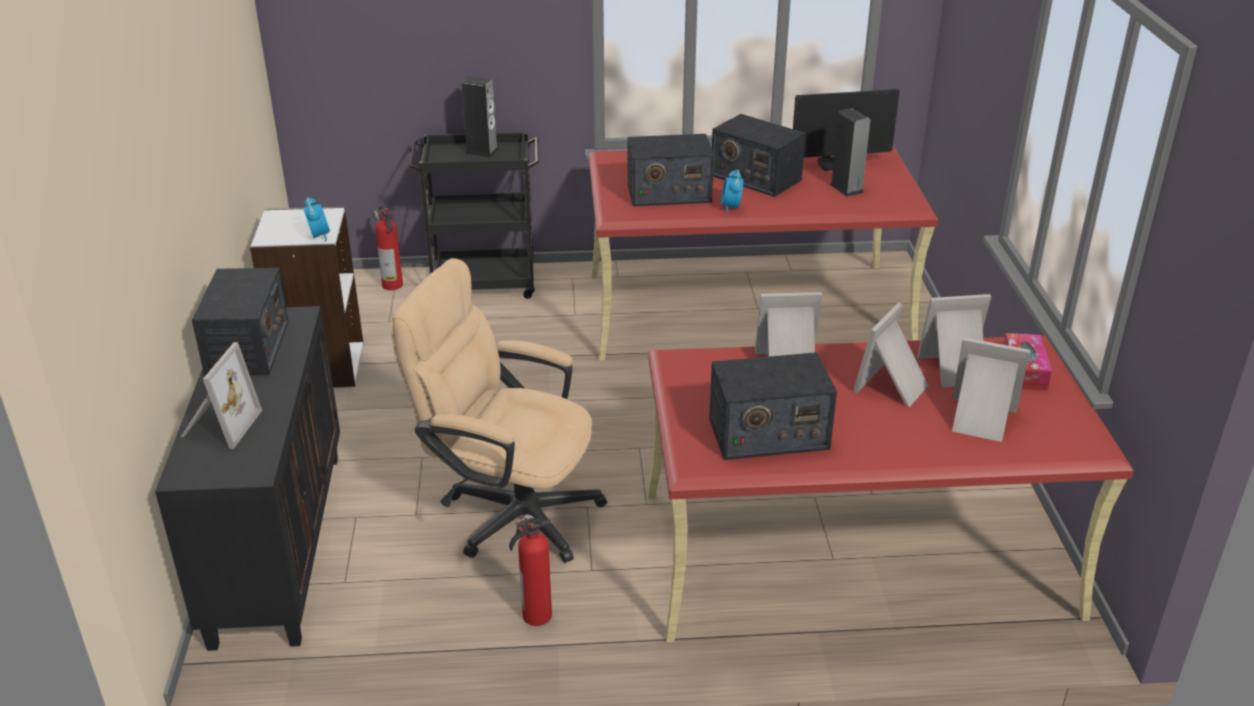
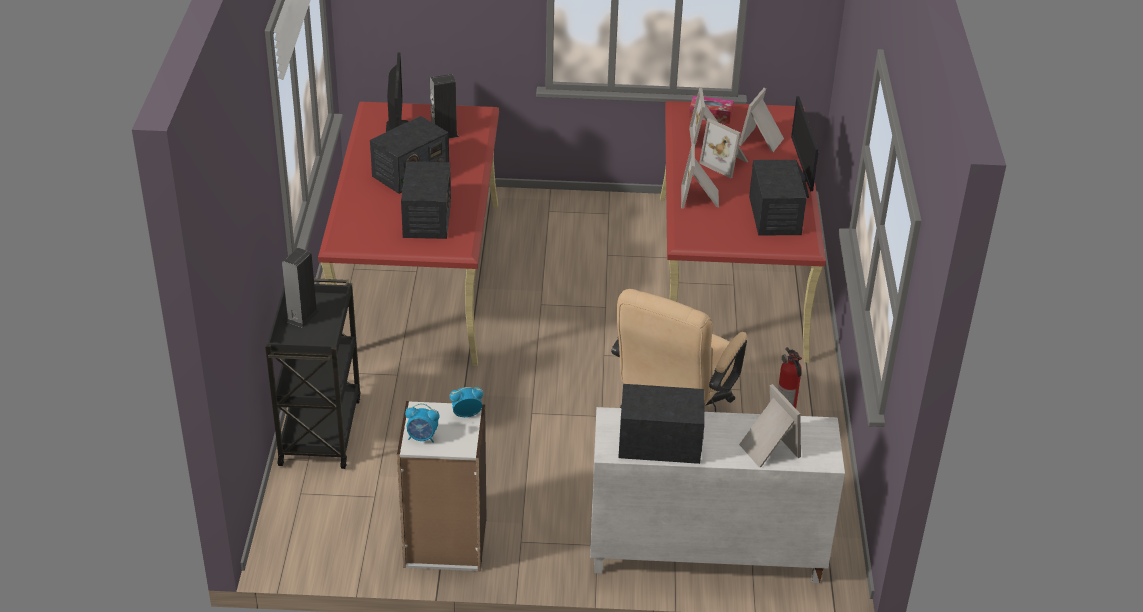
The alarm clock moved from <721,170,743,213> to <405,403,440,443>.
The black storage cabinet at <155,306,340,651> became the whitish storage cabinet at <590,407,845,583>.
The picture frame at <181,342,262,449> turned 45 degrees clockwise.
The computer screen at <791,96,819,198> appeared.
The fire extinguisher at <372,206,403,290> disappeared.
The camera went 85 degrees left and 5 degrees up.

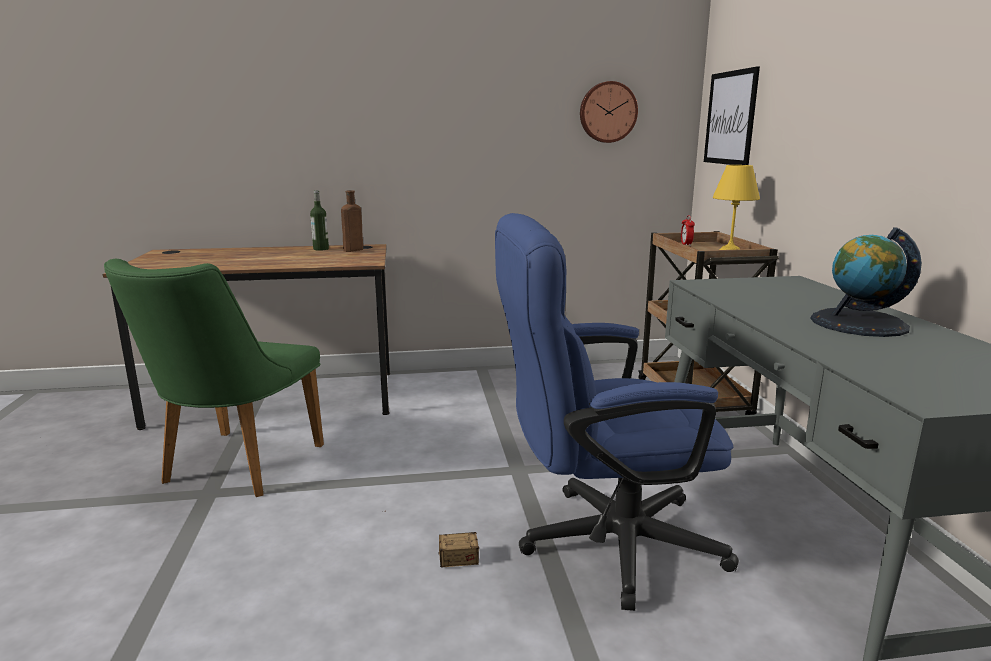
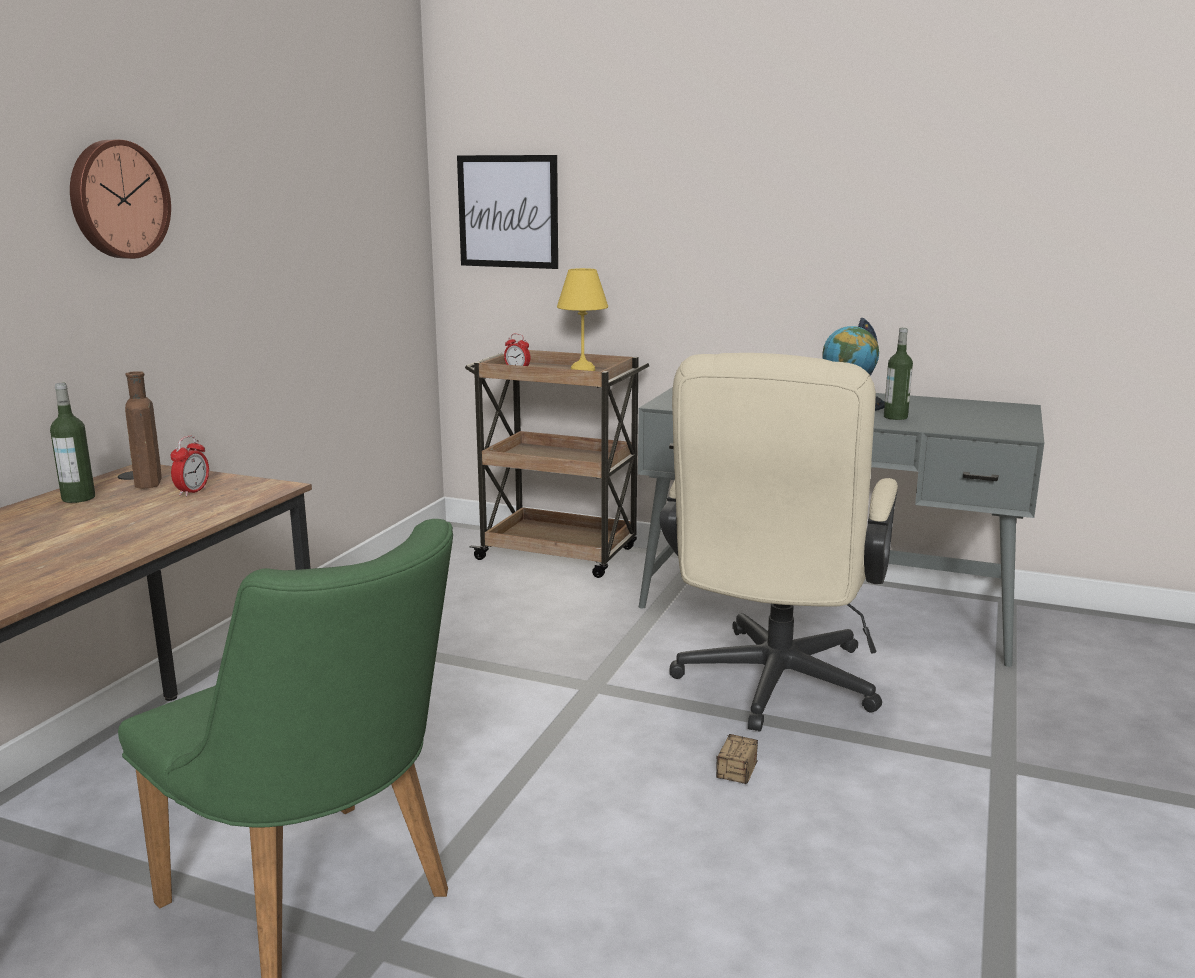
The wall clock moved from <580,81,638,143> to <70,140,171,259>.
The alarm clock at <171,436,209,496> appeared.
The blue-coloured desk chair at <495,213,739,611> became the beige-coloured desk chair at <659,353,898,732>.
The bottle at <884,328,913,420> appeared.
The camera went 60 degrees left and 0 degrees up.

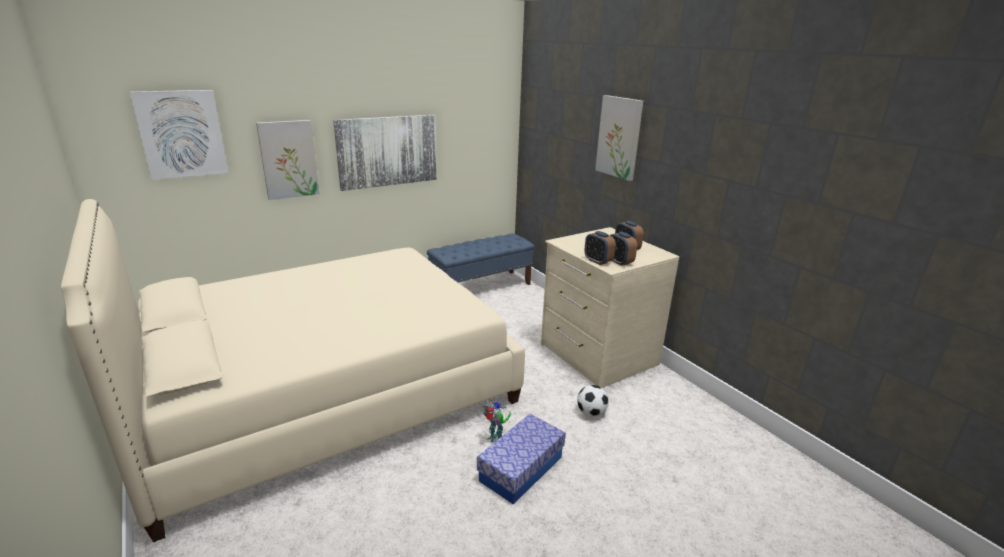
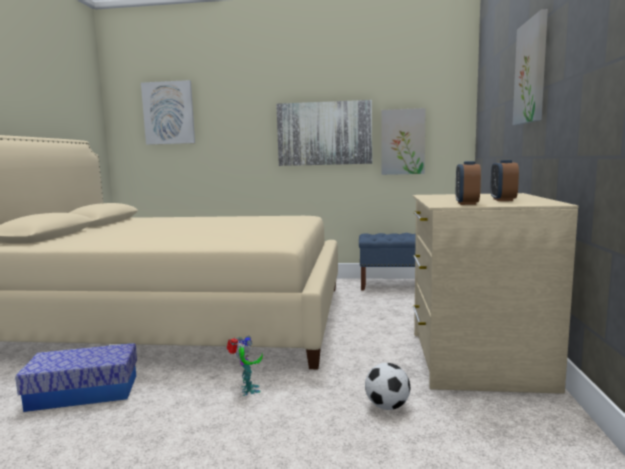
The storage bin moved from <477,414,566,505> to <15,343,137,412>.
The picture moved from <256,120,320,200> to <381,108,426,175>.
The alarm clock at <584,231,616,265> disappeared.
The camera went 40 degrees right and 15 degrees down.

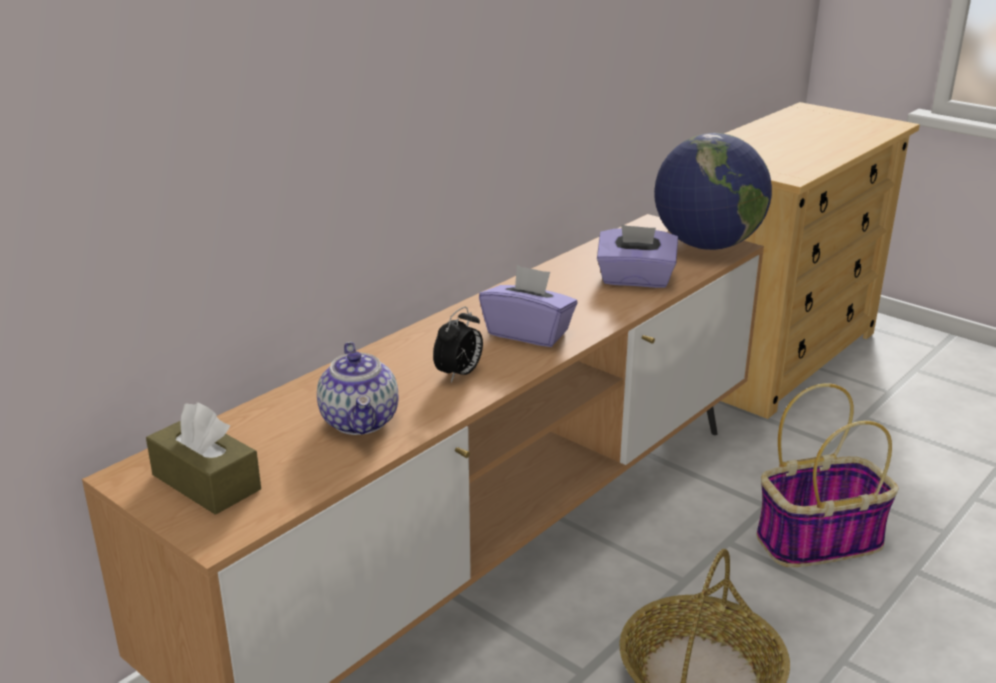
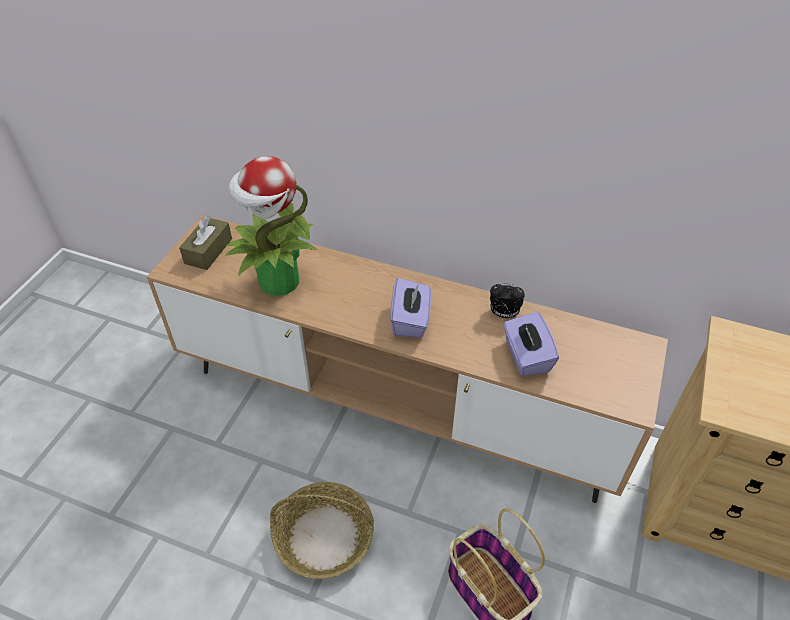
The pot for tea at <317,342,398,435> was replaced by the plant in a pot at <226,156,317,296>.
The alarm clock moved from <433,307,483,383> to <490,283,525,318>.
The desk globe at <654,133,772,250> disappeared.
The camera went 70 degrees right and 20 degrees up.

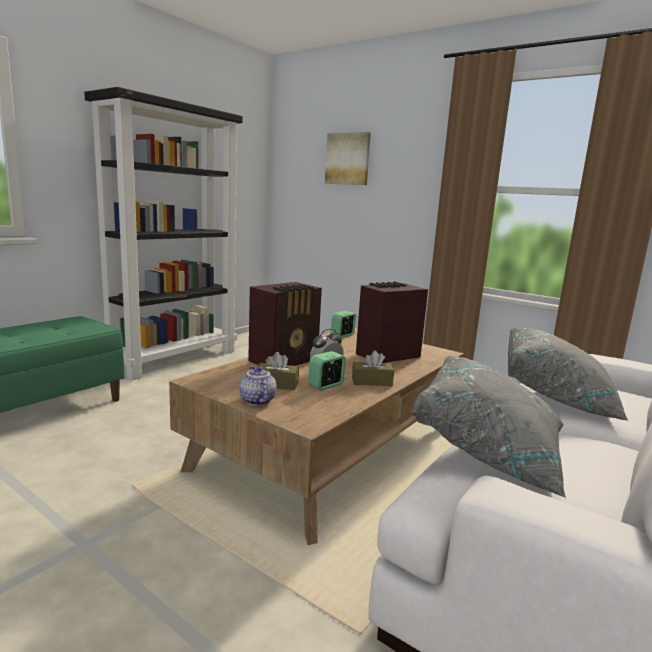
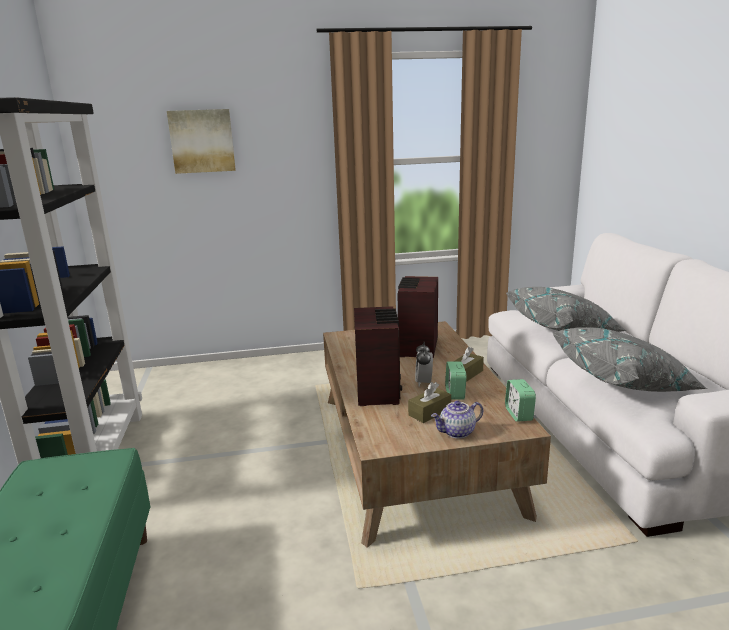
The pot for tea at <239,366,277,406> turned 45 degrees counterclockwise.
The alarm clock moved from <330,311,356,338> to <505,379,536,421>.
The camera went 45 degrees left and 5 degrees up.

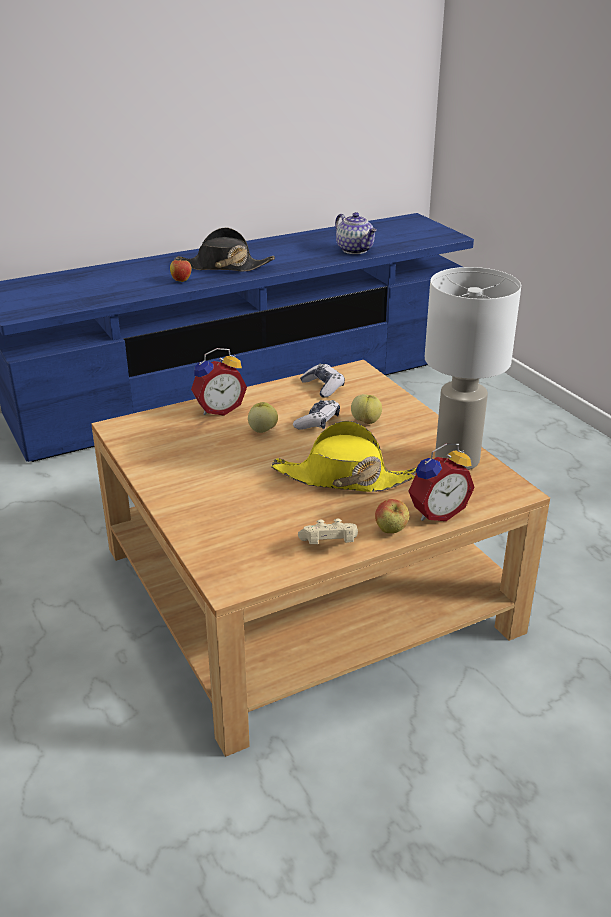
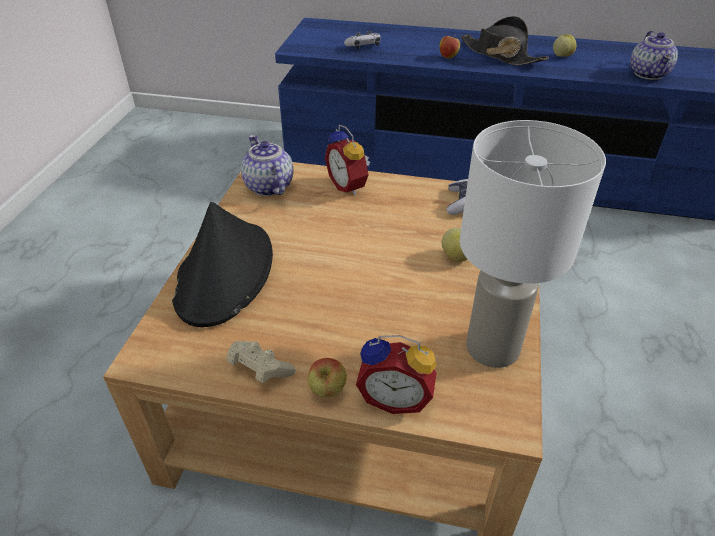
The black wearable hat at <172,202,273,327> appeared.
The pot for tea at <241,135,293,196> appeared.
The alarm clock at <191,348,247,416> turned 45 degrees clockwise.
The game controller moved from <293,400,340,430> to <344,31,381,49>.
The apple moved from <248,402,278,433> to <553,34,576,57>.
The yellow wearable hat at <271,421,417,492> disappeared.
The camera went 40 degrees right and 10 degrees up.

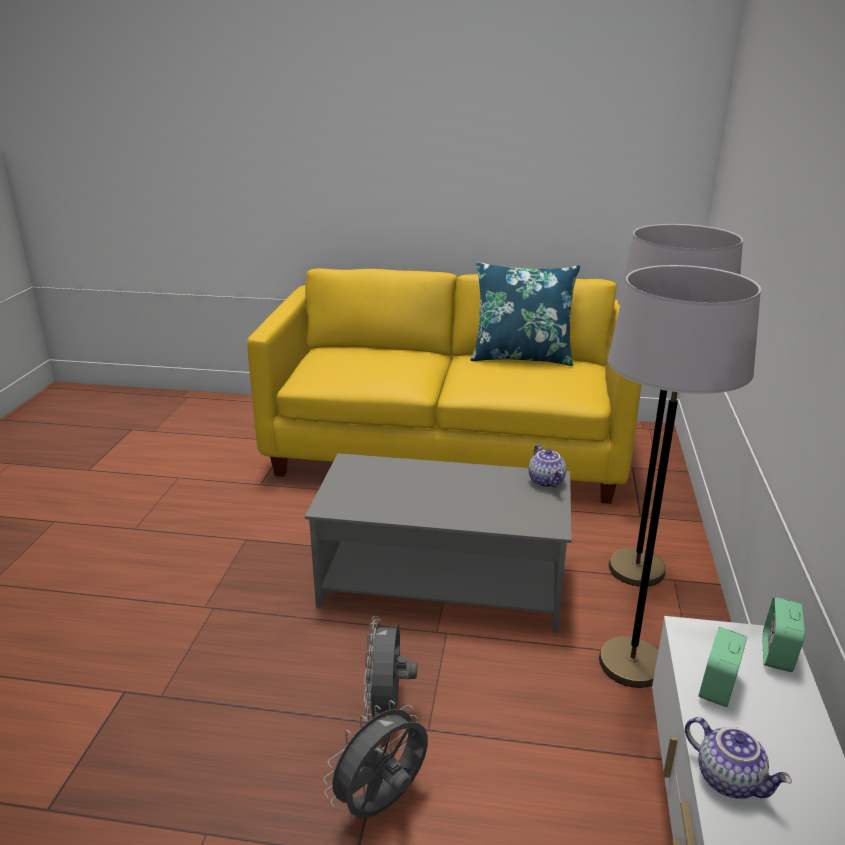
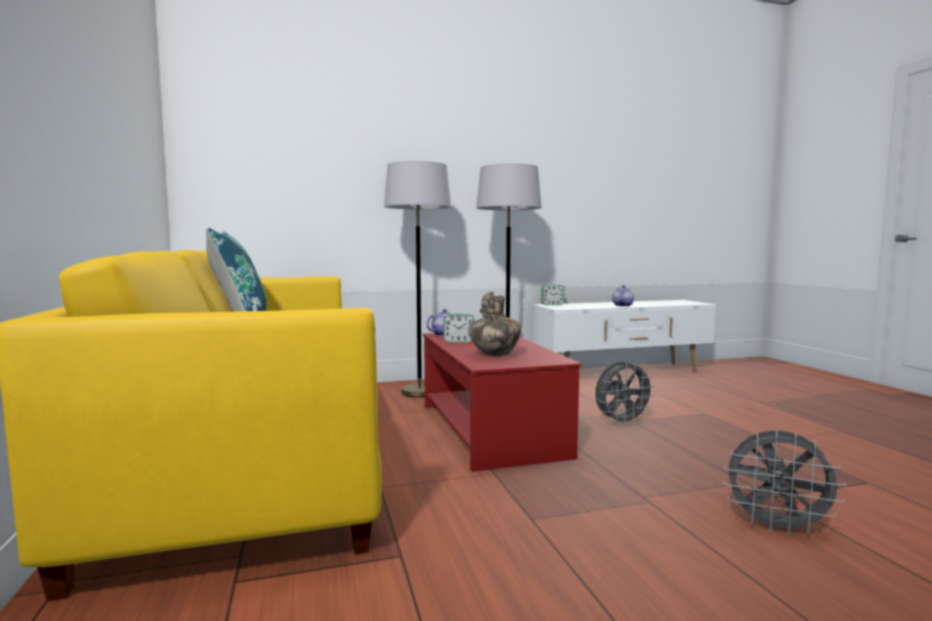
The gray coffee table at <305,453,572,633> became the red coffee table at <423,333,582,472>.
The alarm clock moved from <699,627,747,707> to <443,313,474,342>.
The flower vase at <468,292,521,356> appeared.
The gray electric fan moved from <323,700,428,818> to <723,430,846,536>.
The camera went 115 degrees left and 20 degrees down.

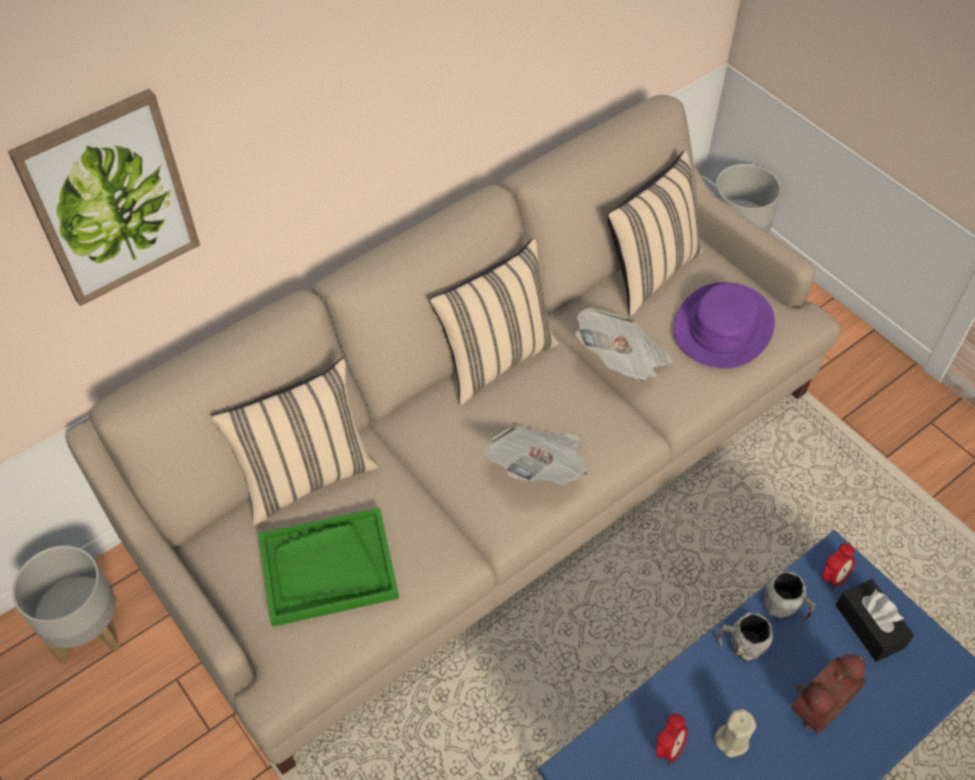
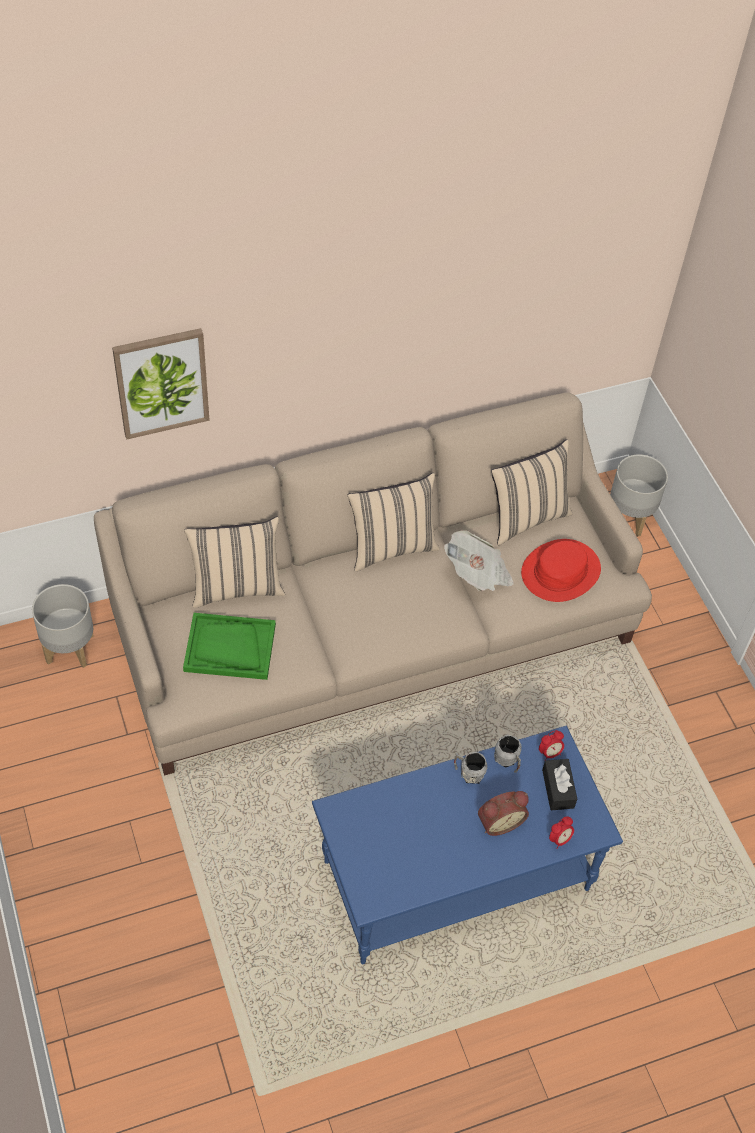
The purple wearable hat at <674,282,775,369> became the red wearable hat at <521,539,601,602>.
The alarm clock moved from <656,714,688,765> to <549,816,574,849>.
The printed paper at <484,425,587,485> disappeared.
The beige-coloured wax light at <714,709,756,757> disappeared.
The camera went 15 degrees right and 0 degrees up.

